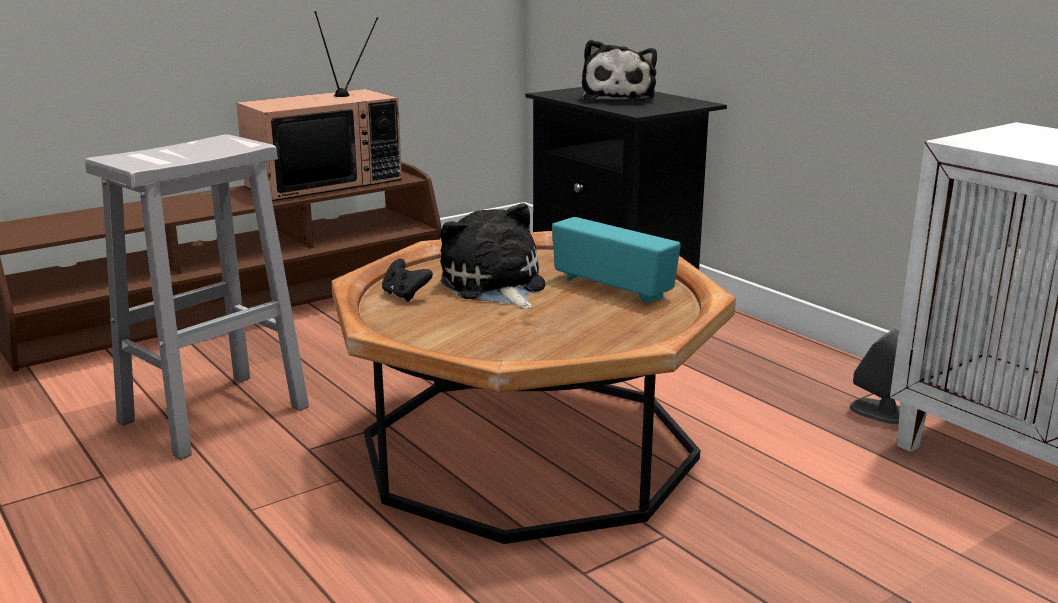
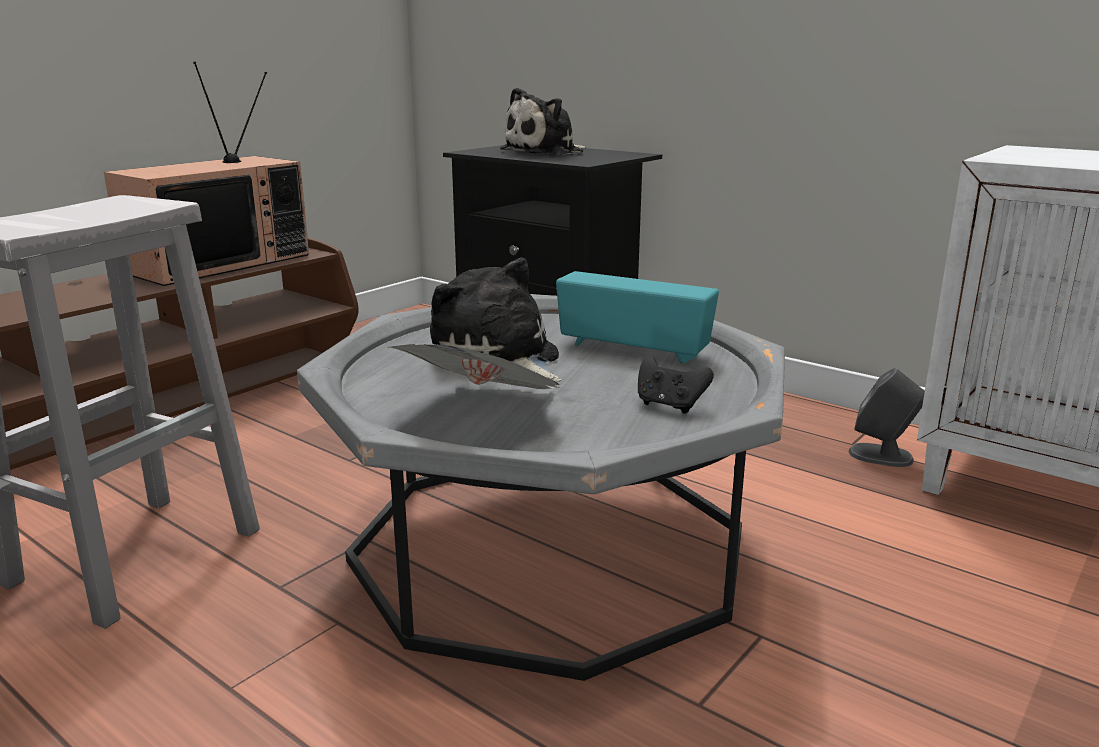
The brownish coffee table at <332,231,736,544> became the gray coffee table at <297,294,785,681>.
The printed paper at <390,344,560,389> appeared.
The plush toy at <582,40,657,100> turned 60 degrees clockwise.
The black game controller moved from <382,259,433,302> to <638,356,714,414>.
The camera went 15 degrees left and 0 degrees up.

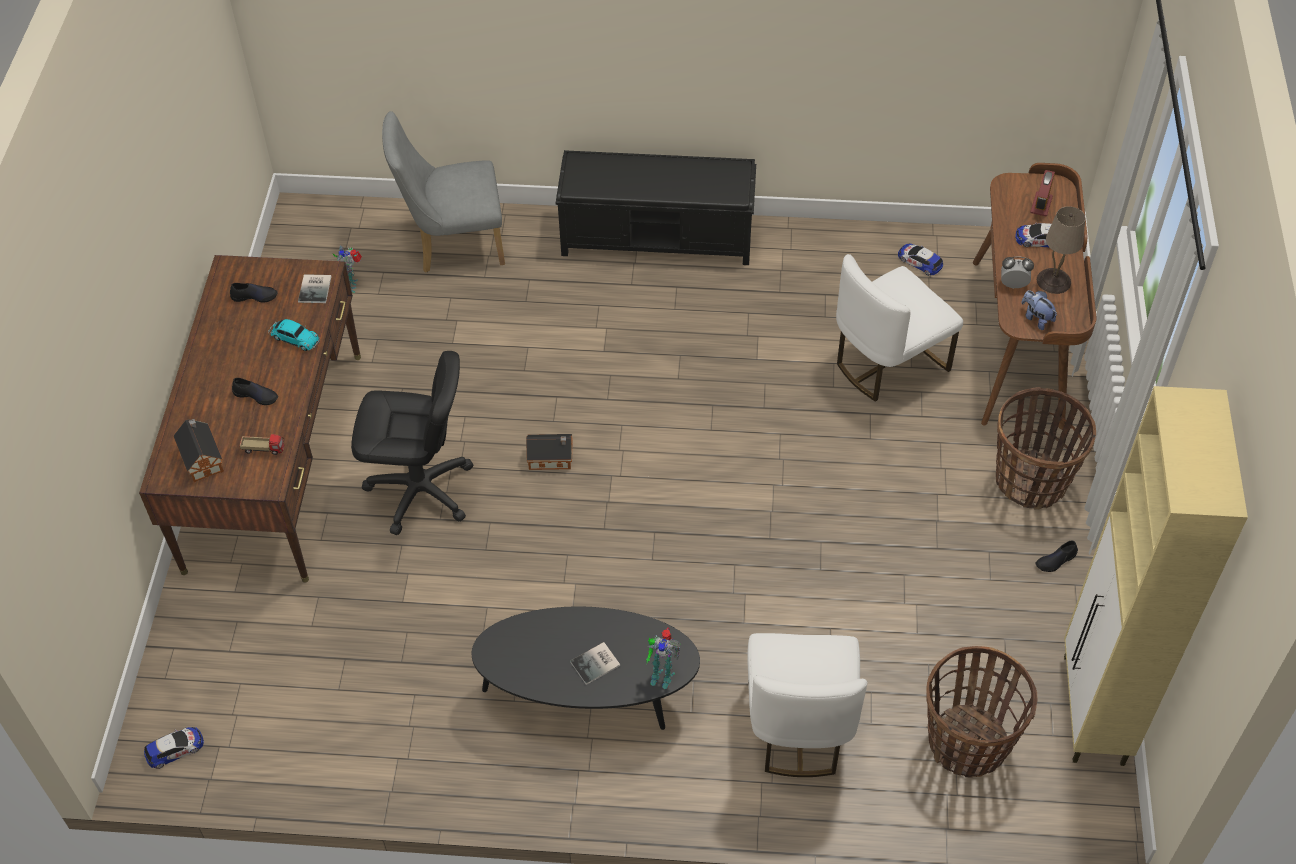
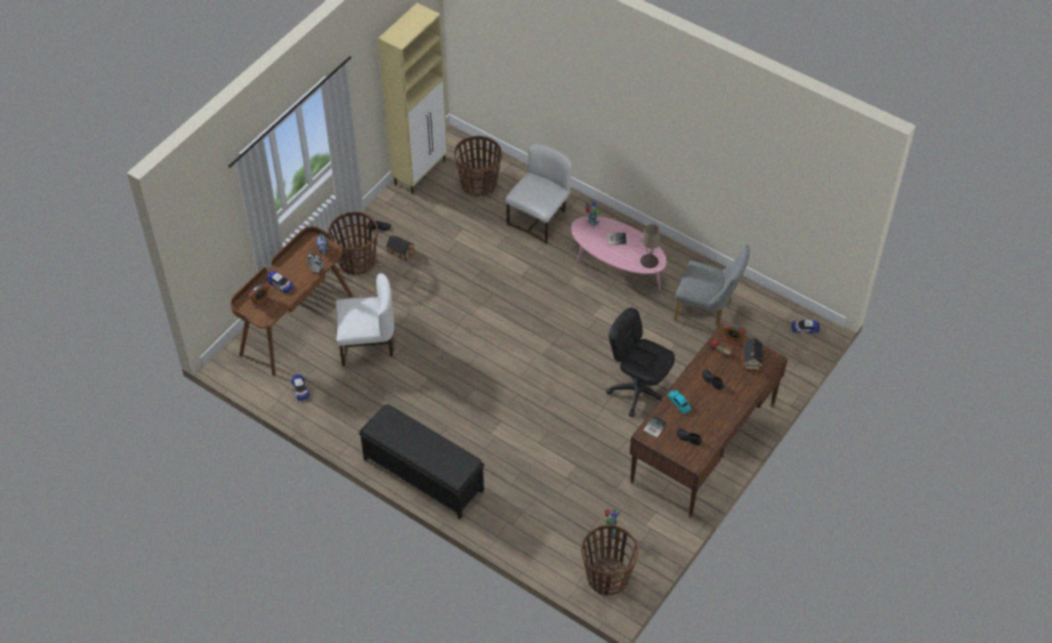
The toy house moved from <526,434,573,470> to <386,234,415,261>.
The black coffee table at <471,607,700,730> became the pinkish coffee table at <571,216,667,291>.
The household basket at <581,525,638,596> appeared.
The beige-coloured table lamp moved from <1037,206,1085,294> to <640,224,661,268>.
The gray upright chair moved from <382,111,505,273> to <674,245,750,329>.
The alarm clock at <723,323,747,346> appeared.
The camera went 150 degrees left and 0 degrees up.

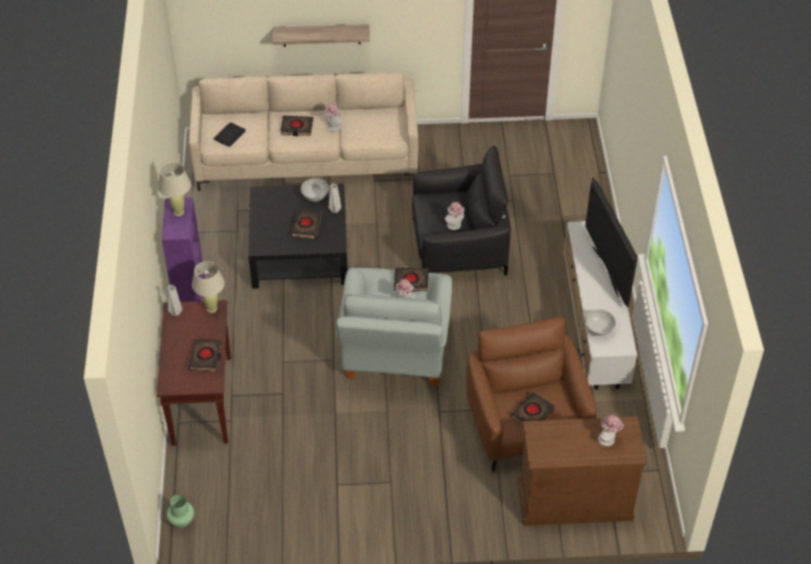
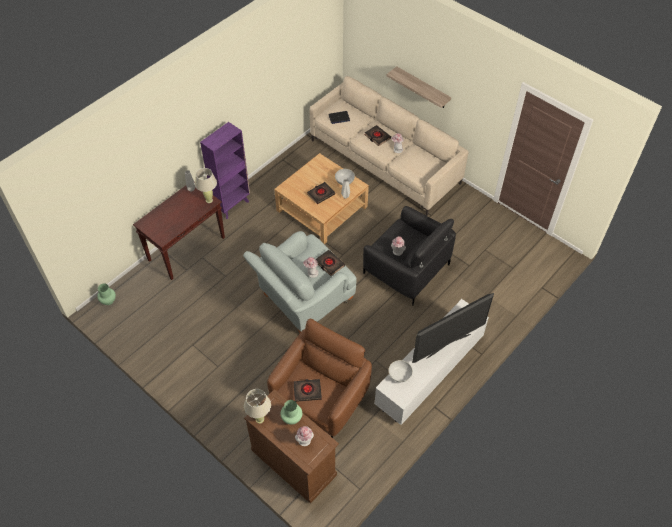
The beige-coloured table lamp moved from <158,162,191,216> to <244,389,271,424>.
The black coffee table at <248,183,348,289> became the beige-coloured coffee table at <274,153,369,245>.
The green-coloured flower vase at <280,400,302,425> appeared.
The TV at <585,177,638,307> turned 150 degrees counterclockwise.
The black bound book at <188,339,222,371> disappeared.
The camera went 45 degrees right and 5 degrees up.

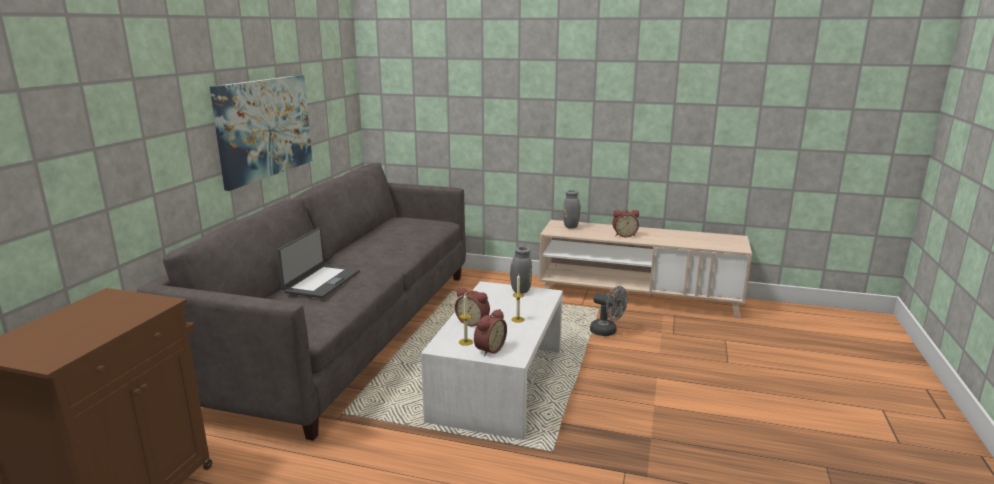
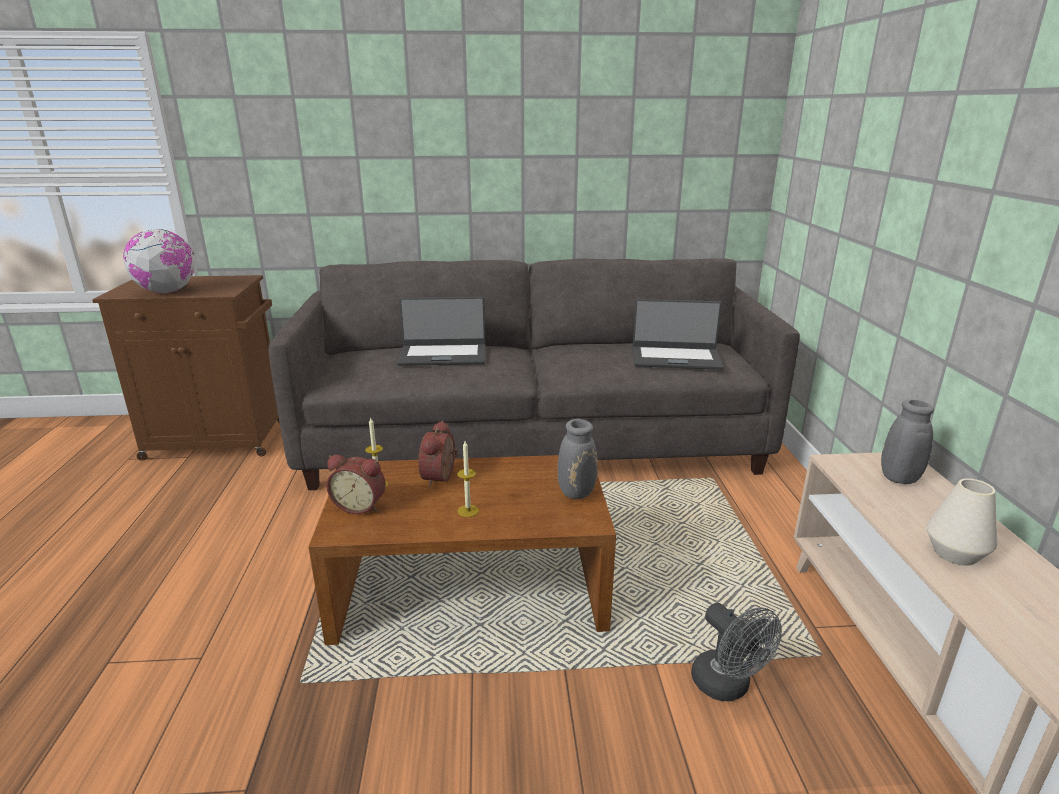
The desk globe at <123,229,195,293> appeared.
The whitish coffee table at <421,281,563,440> became the brownish coffee table at <309,455,616,645>.
The notebook computer at <633,299,724,370> appeared.
The gray electric fan at <590,286,627,336> turned 45 degrees counterclockwise.
The alarm clock at <612,210,639,237> was replaced by the whitish flower vase at <927,478,997,566>.
The picture at <210,75,312,191> disappeared.
The camera went 70 degrees right and 5 degrees up.

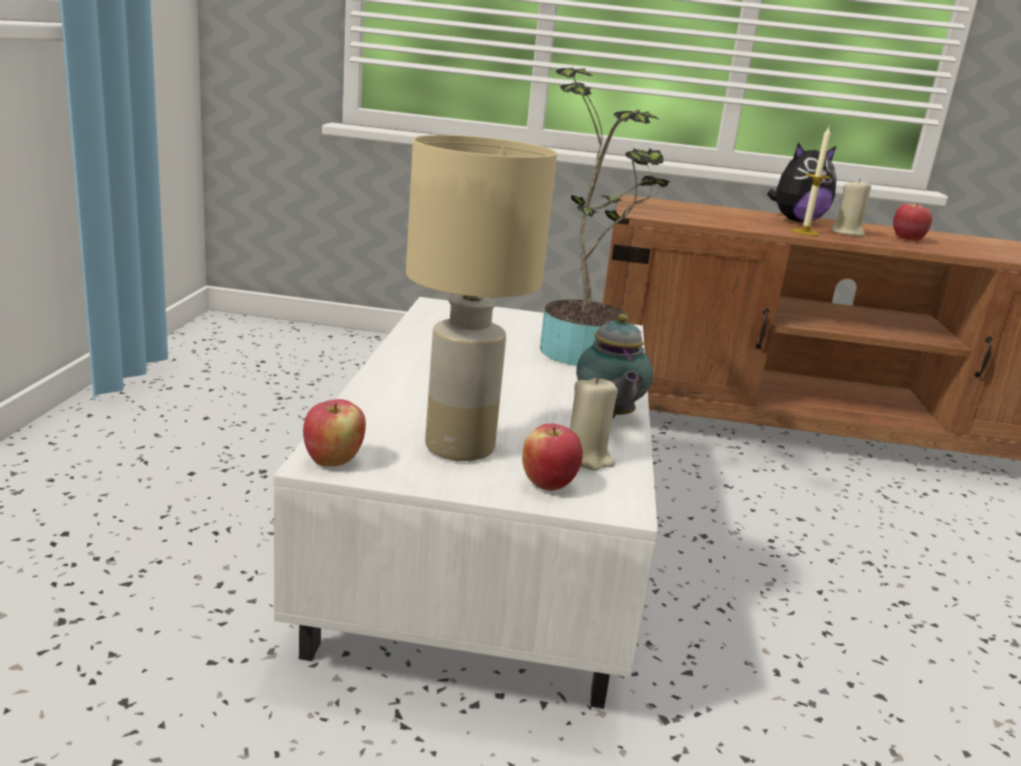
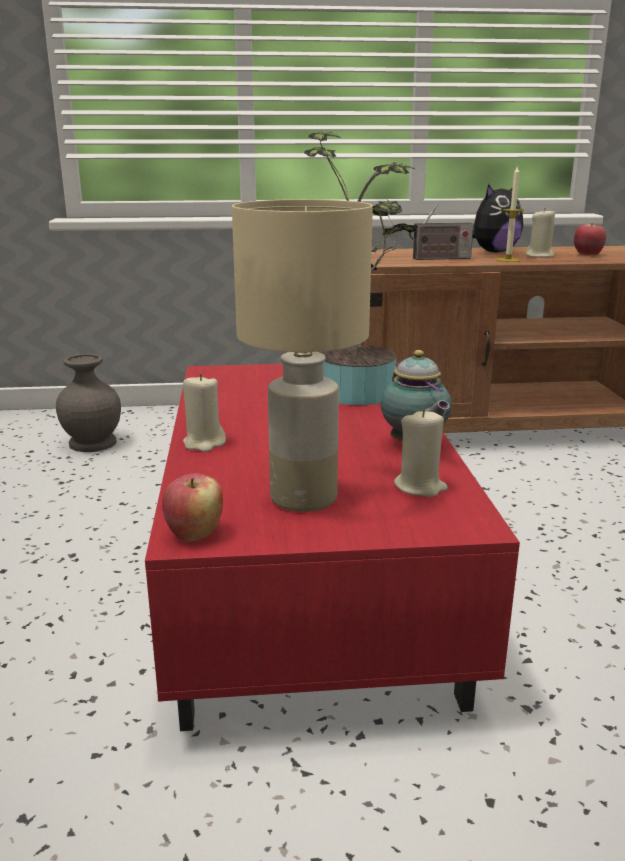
The gray flower vase at <56,354,121,452> appeared.
The whitish coffee table at <274,297,658,709> became the red coffee table at <145,364,520,731>.
The beige-coloured wax light at <183,374,226,452> appeared.
The radio at <409,204,474,260> appeared.
The apple at <522,423,583,491> disappeared.
The camera went 10 degrees left and 0 degrees up.

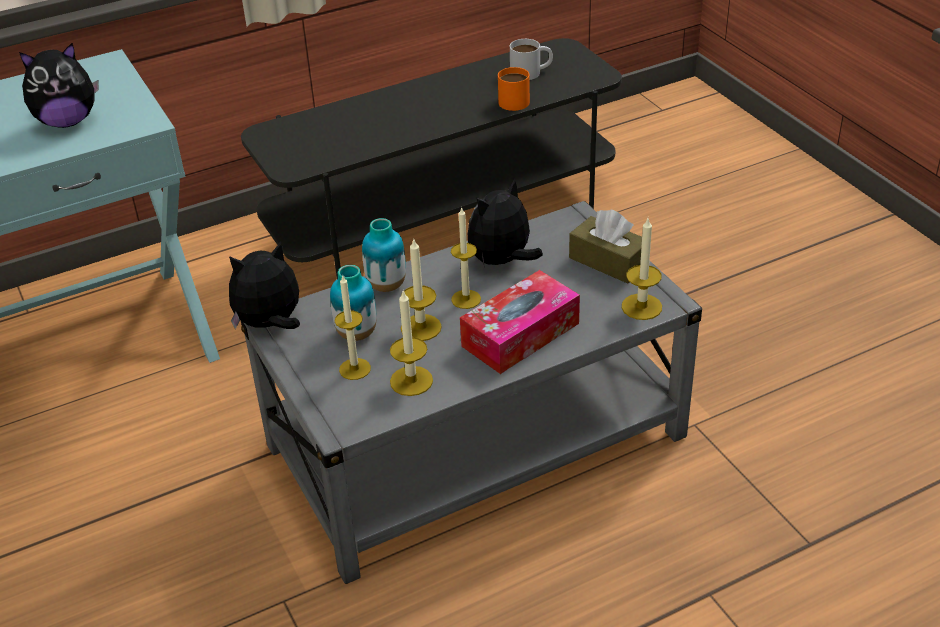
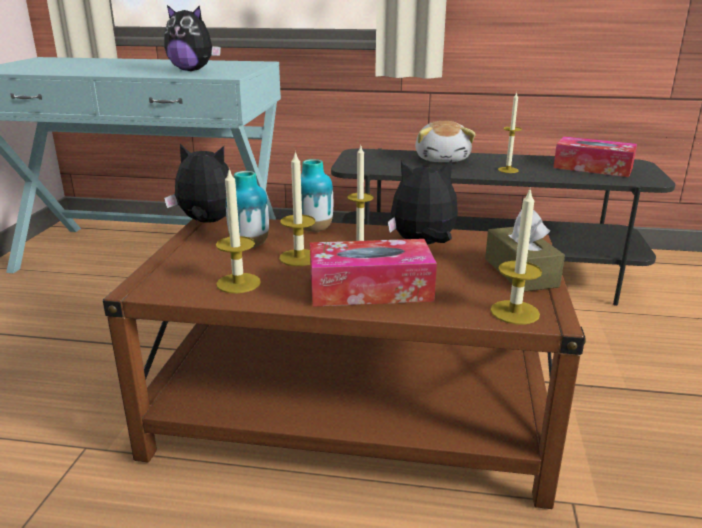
The gray coffee table at <241,201,702,584> became the brownish coffee table at <103,217,586,509>.
The plush toy at <415,121,476,162> appeared.
The wax light moved from <335,274,371,380> to <498,92,522,173>.
The whitish mug at <510,39,553,80> was replaced by the tissue box at <553,136,637,177>.
The orange mug at <498,67,530,111> disappeared.
The camera went 35 degrees right and 15 degrees down.

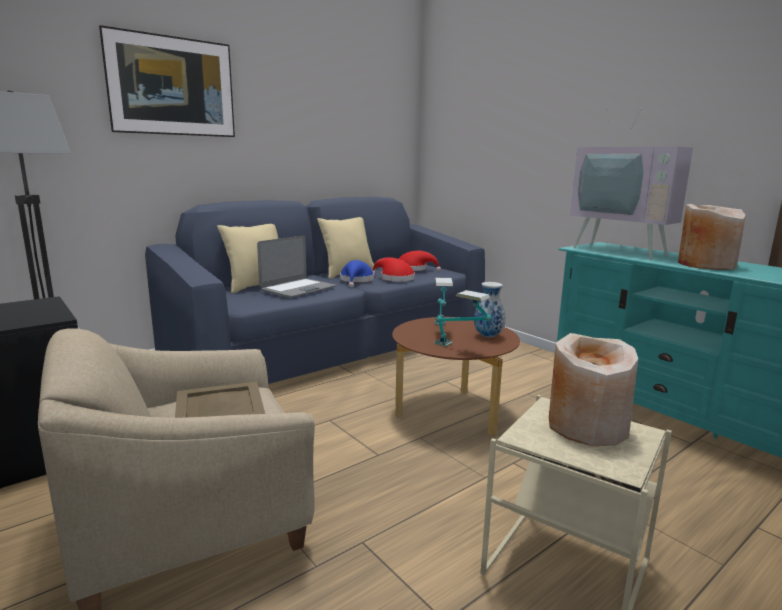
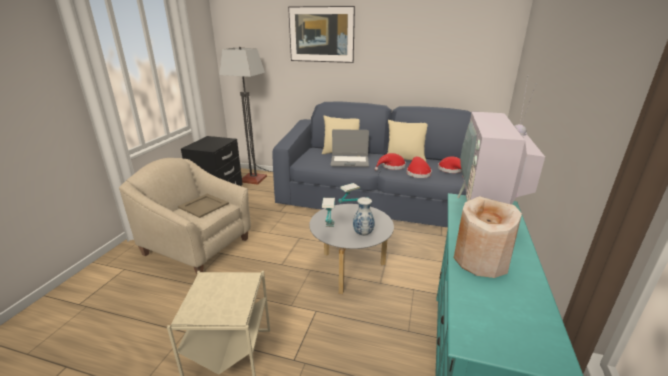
The brownish coffee table at <392,317,520,436> became the gray coffee table at <309,204,394,294>.
The blue-coloured wearable hat at <340,260,374,287> became the red wearable hat at <375,153,406,171>.
The beige-coloured flower vase at <549,333,638,446> disappeared.
The camera went 55 degrees right and 10 degrees up.

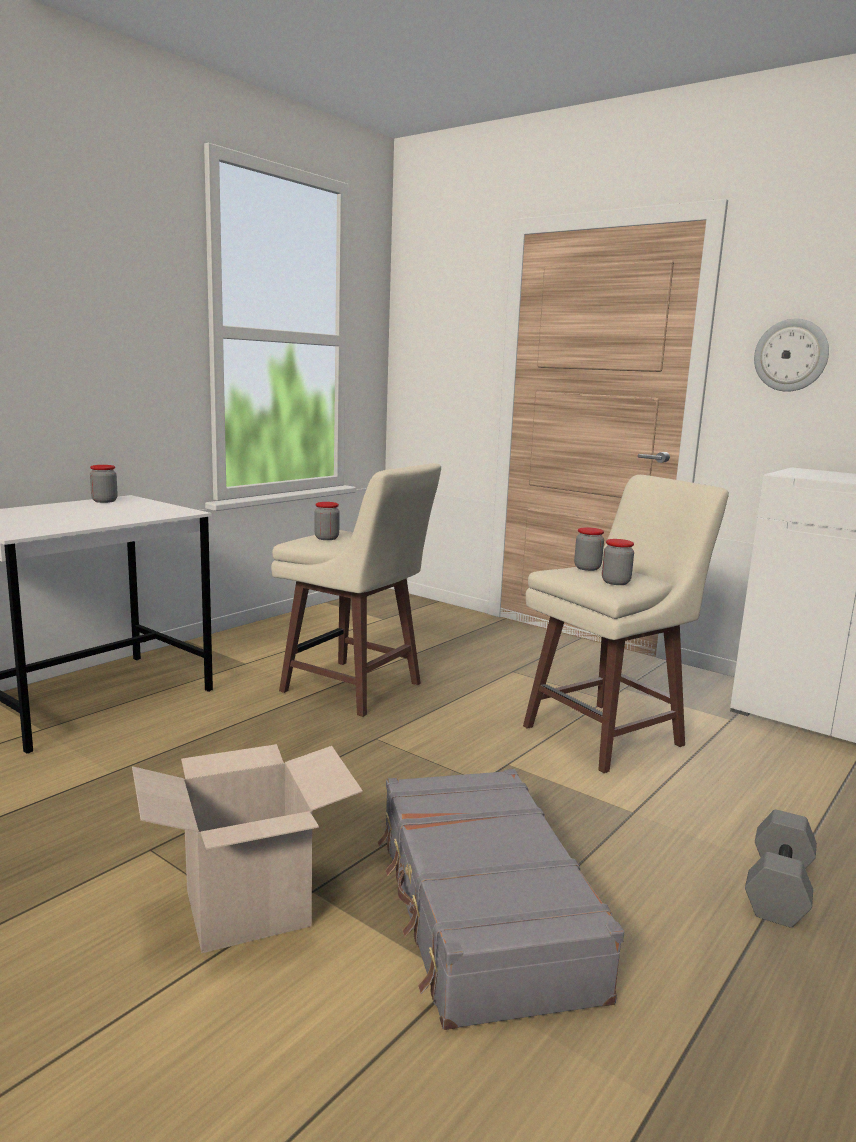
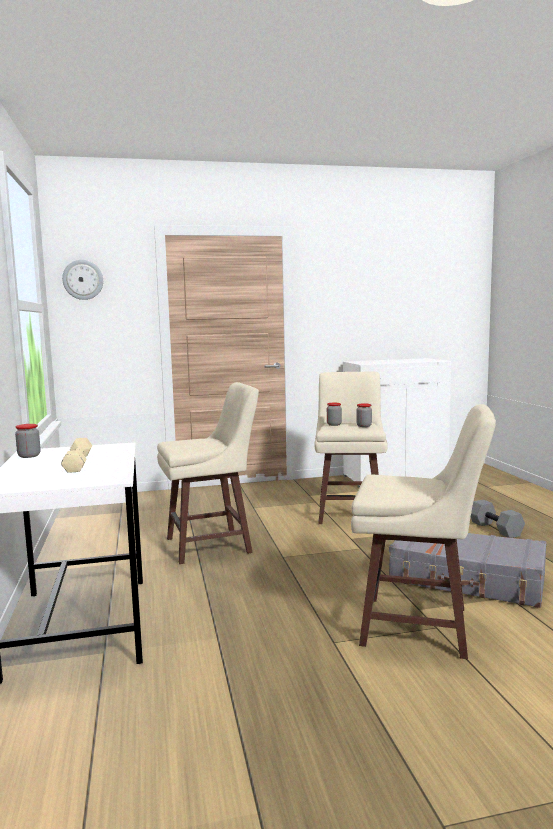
The beige-coloured dumbbell at <61,438,92,473> appeared.
The wall clock moved from <754,319,829,392> to <62,260,103,300>.
The carton at <132,744,363,953> was replaced by the beige-coloured stool at <351,404,496,659>.
The preserve jar at <315,502,340,540> disappeared.
The camera went 50 degrees left and 5 degrees down.

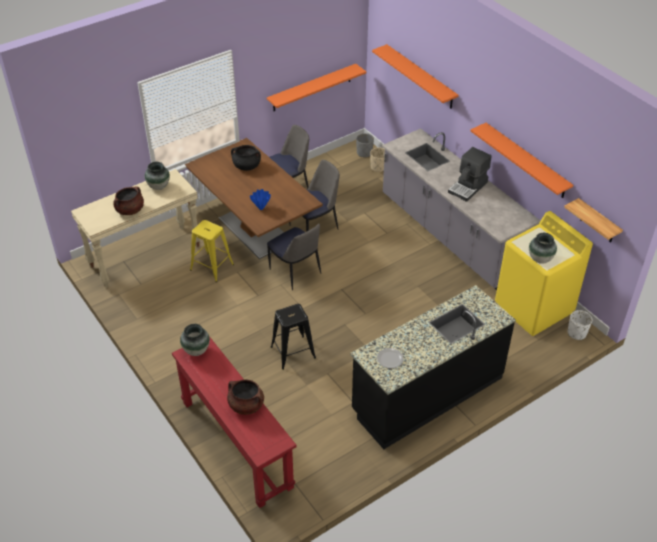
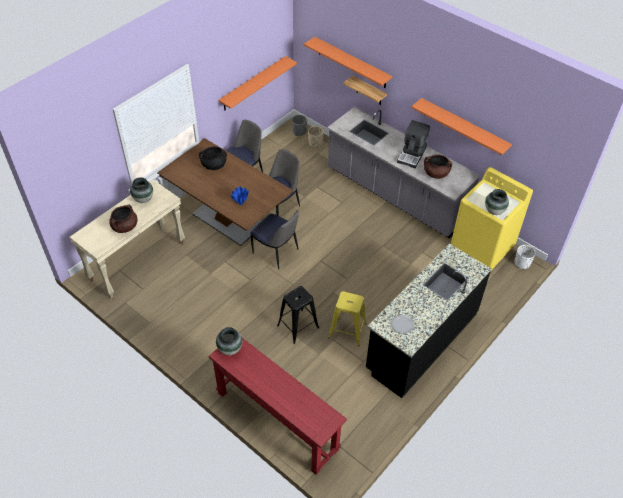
The yellow stool moved from <190,220,234,282> to <328,291,366,346>.
The bracket shelf moved from <564,198,623,243> to <343,76,387,105>.
The brownish stockpot moved from <227,379,264,415> to <424,155,452,179>.
The camera went 15 degrees left and 5 degrees up.

